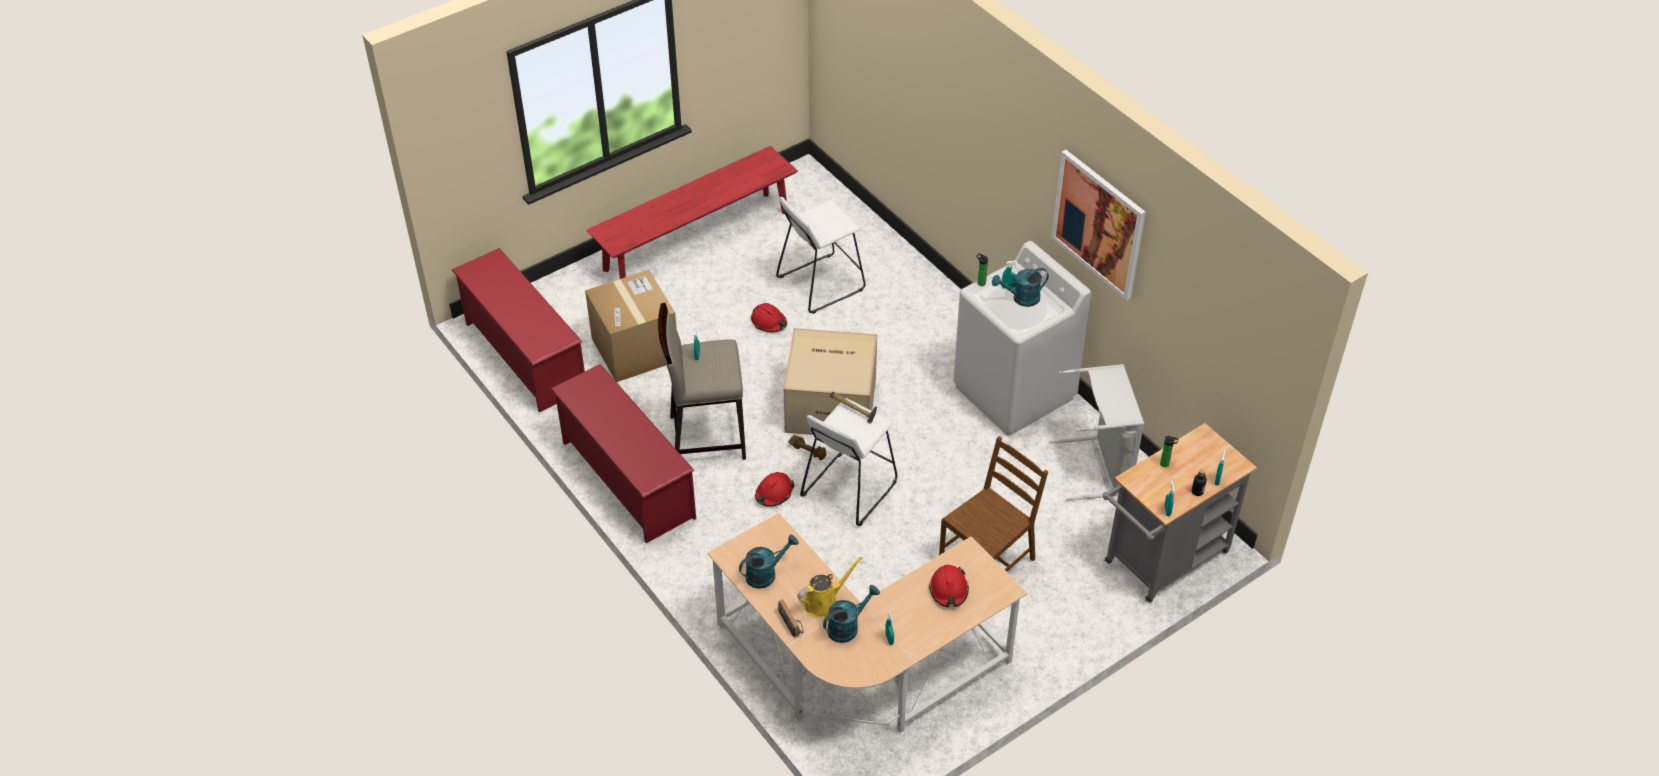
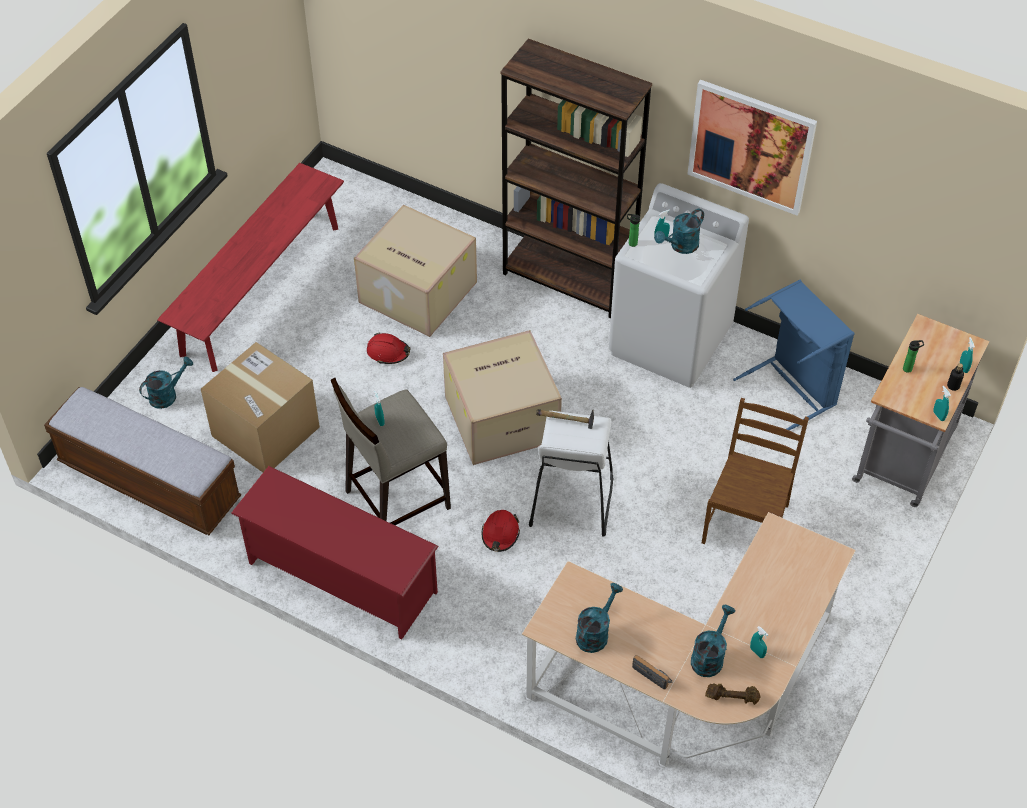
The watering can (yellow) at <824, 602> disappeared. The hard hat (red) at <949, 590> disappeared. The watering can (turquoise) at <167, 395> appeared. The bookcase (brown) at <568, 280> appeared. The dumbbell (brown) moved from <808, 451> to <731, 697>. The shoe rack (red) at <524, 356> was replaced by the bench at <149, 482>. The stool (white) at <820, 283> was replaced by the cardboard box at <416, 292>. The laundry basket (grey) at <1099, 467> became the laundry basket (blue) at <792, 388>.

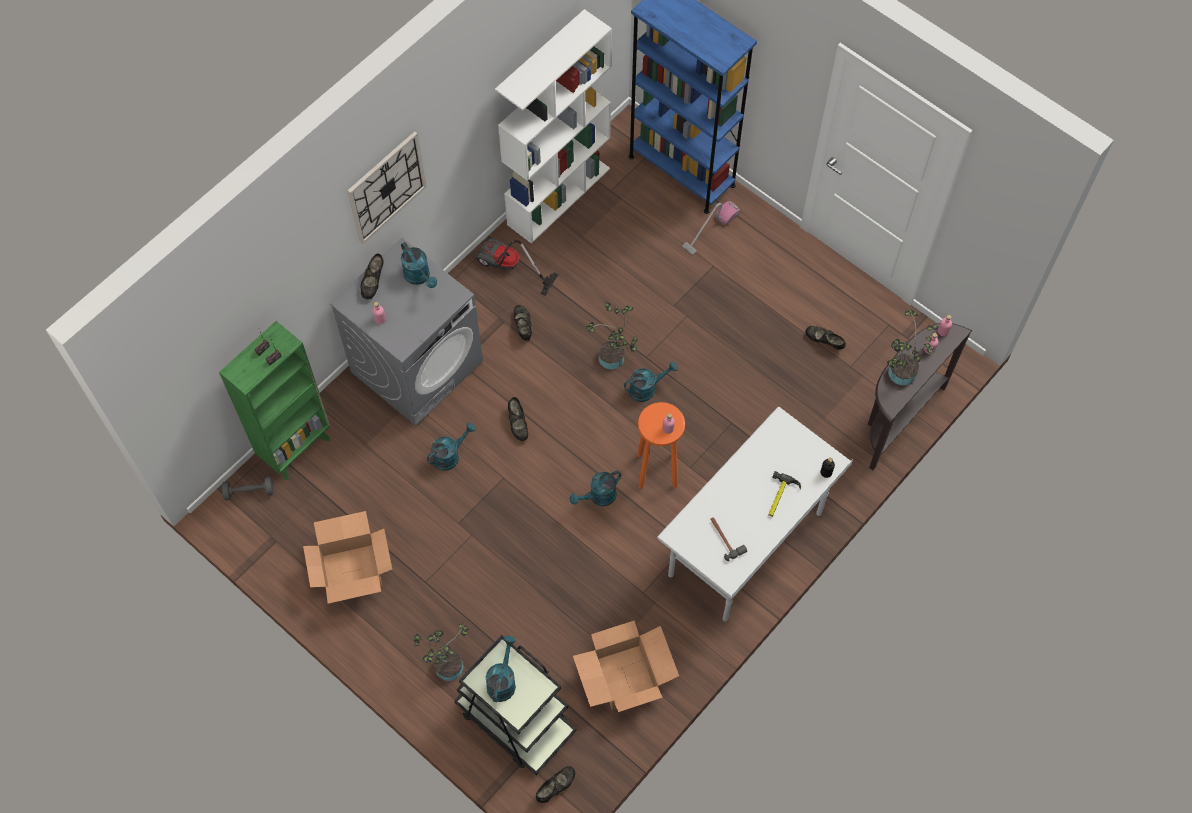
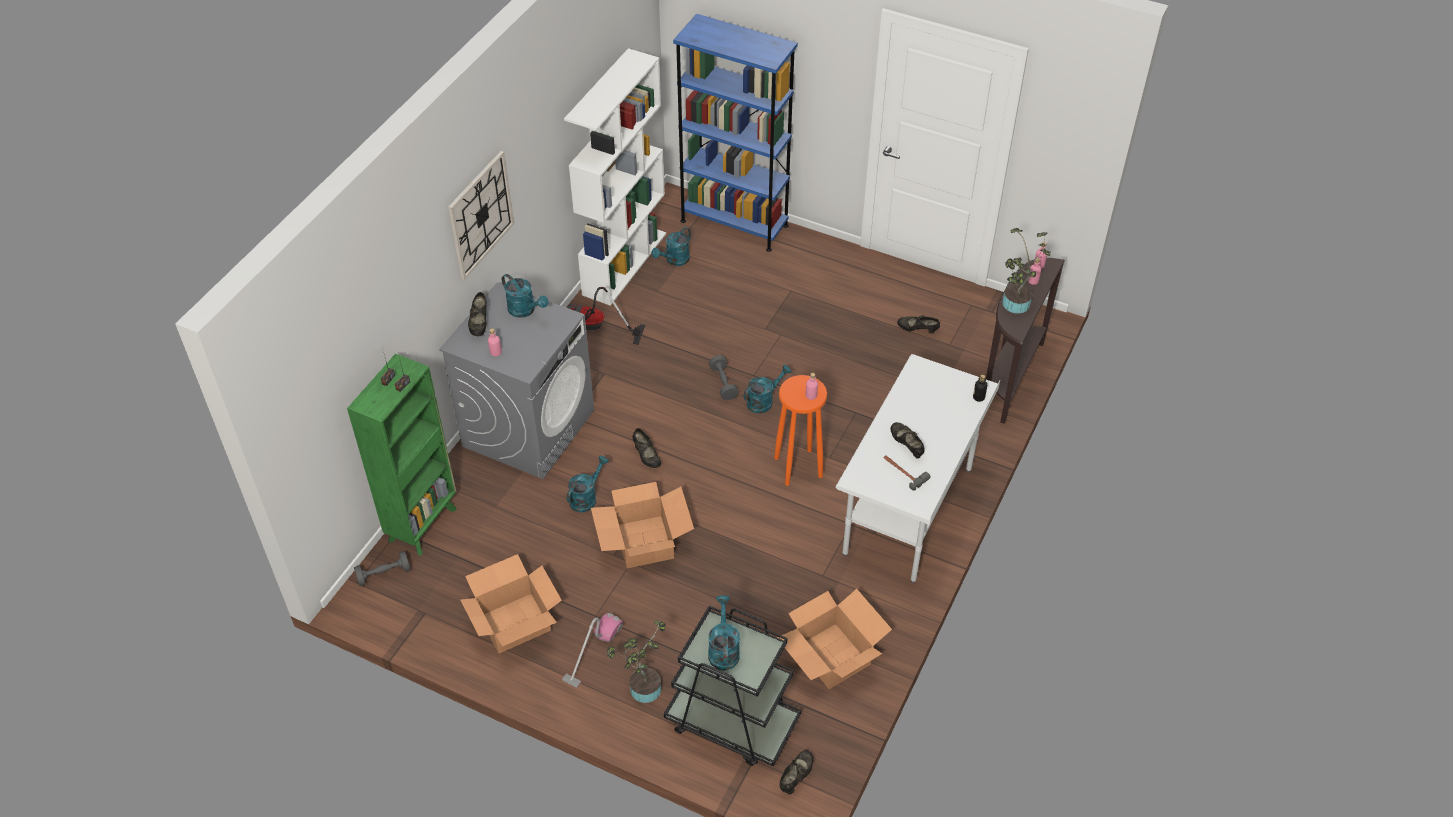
The hammer at <780, 497> disappeared. The cardboard box at <643, 542> appeared. The shoe (black) moved from <523, 327> to <906, 446>. The watering can (turquoise) moved from <598, 497> to <674, 260>. The vacuum cleaner moved from <711, 230> to <592, 652>. The potted plant at <614, 359> was replaced by the dumbbell (grey) at <723, 383>.

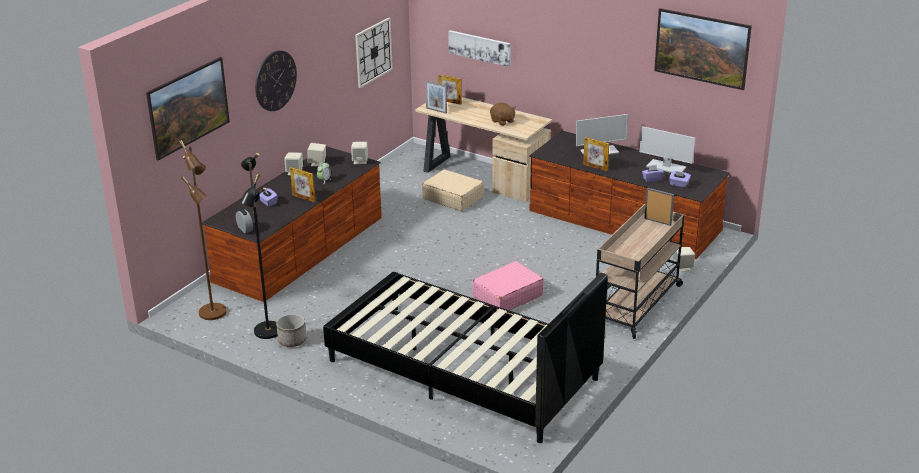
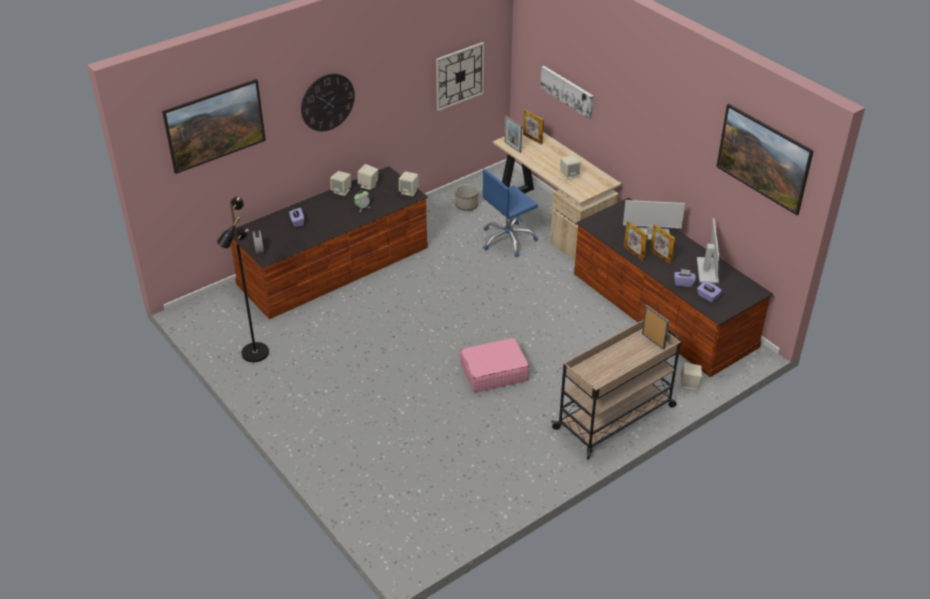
The floor lamp (brown) at <213, 312> disappeared. The bed (black) at <462, 370> disappeared. The planter moved from <292, 341> to <466, 206>. The picture frame moved from <304, 198> to <660, 257>. The suitcase (beige) at <452, 198> was replaced by the office chair (blue) at <508, 240>. The plush toy (brown) at <502, 121> was replaced by the speaker (beige) at <569, 175>. The monitor at <665, 167> turned 135 degrees counterclockwise.

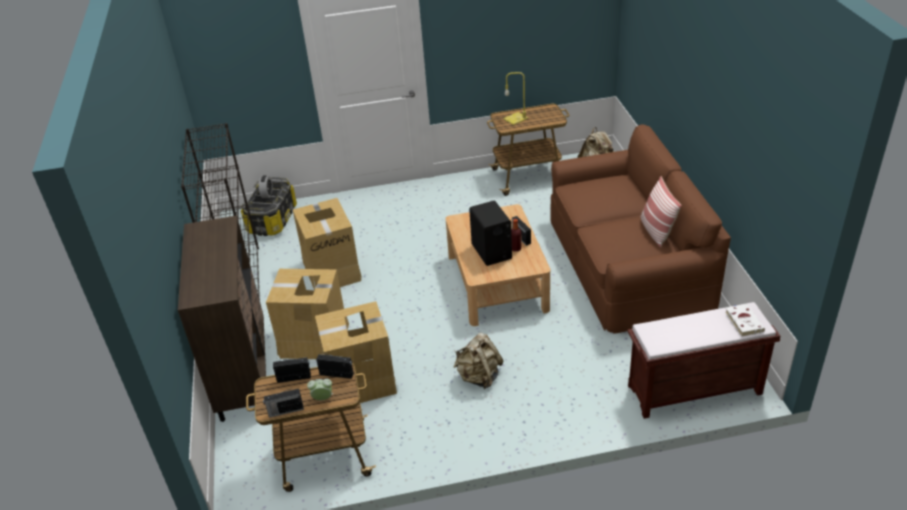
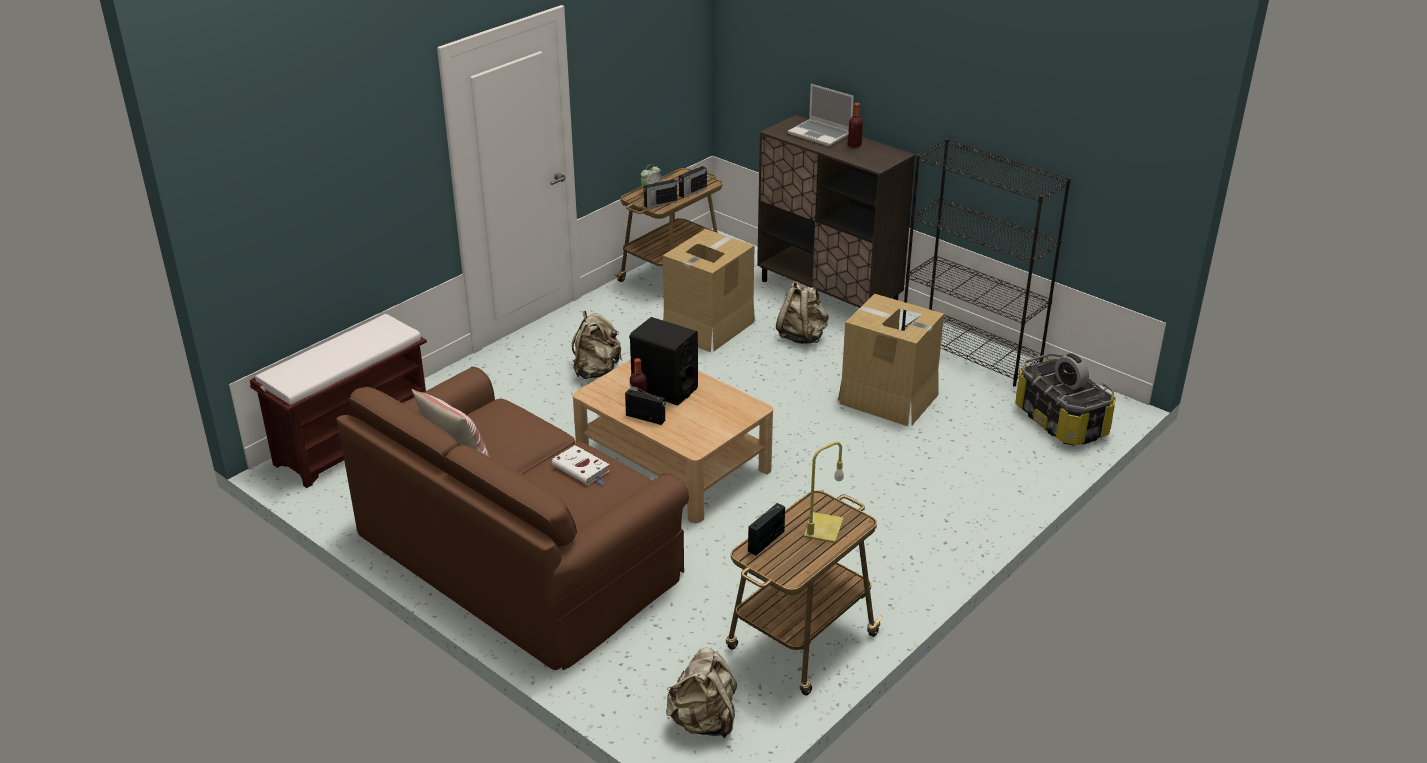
The laptop at <821, 134> appeared. The bottle at <854, 145> appeared. The radio moved from <285, 411> to <767, 541>. The book (white) moved from <743, 321> to <582, 469>. The cardboard box at <314, 340> was replaced by the backpack (beige) at <802, 336>.

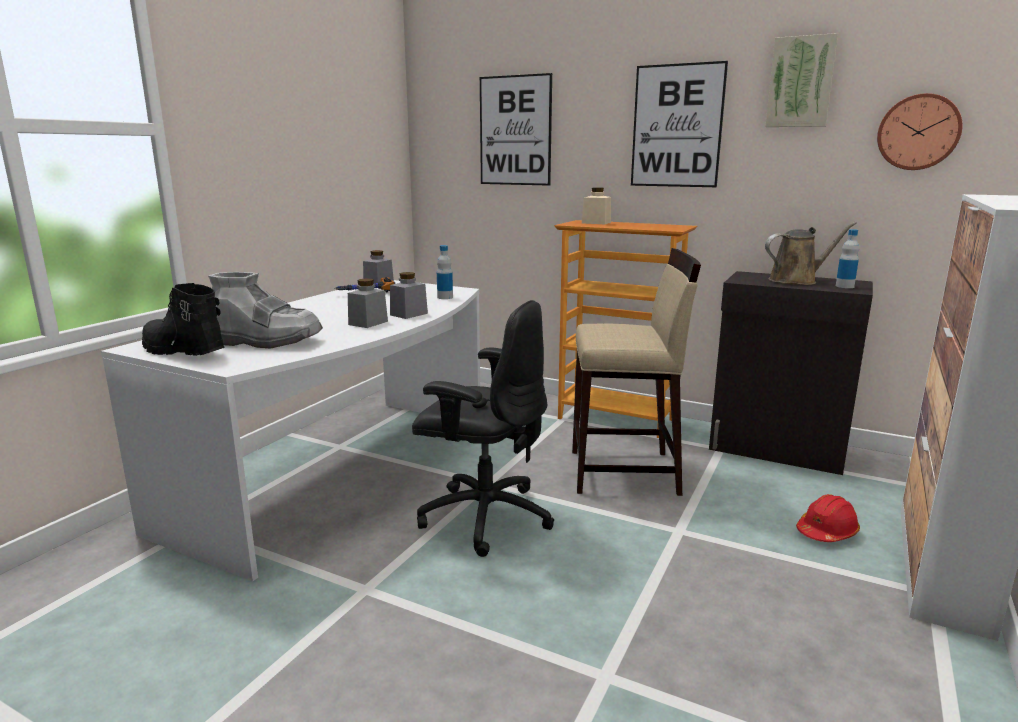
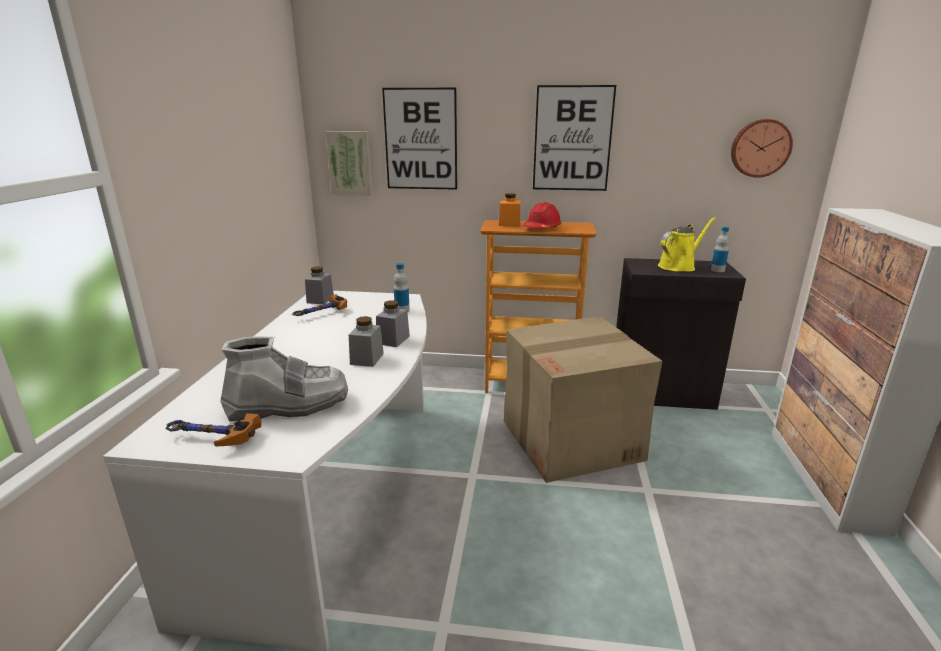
The office chair (black) at <484, 516> disappeared. The picture moved from <801, 82> to <350, 163>. The hard hat (red) moved from <827, 532> to <542, 228>. The boot (black) at <182, 351> was replaced by the hammer at <210, 439>. The stool (beige) at <625, 472> was replaced by the cardboard box at <572, 439>. The jar (beige) at <596, 223> became the jar (orange) at <509, 224>. The watering can (brown) at <796, 280> became the watering can (yellow) at <679, 266>.

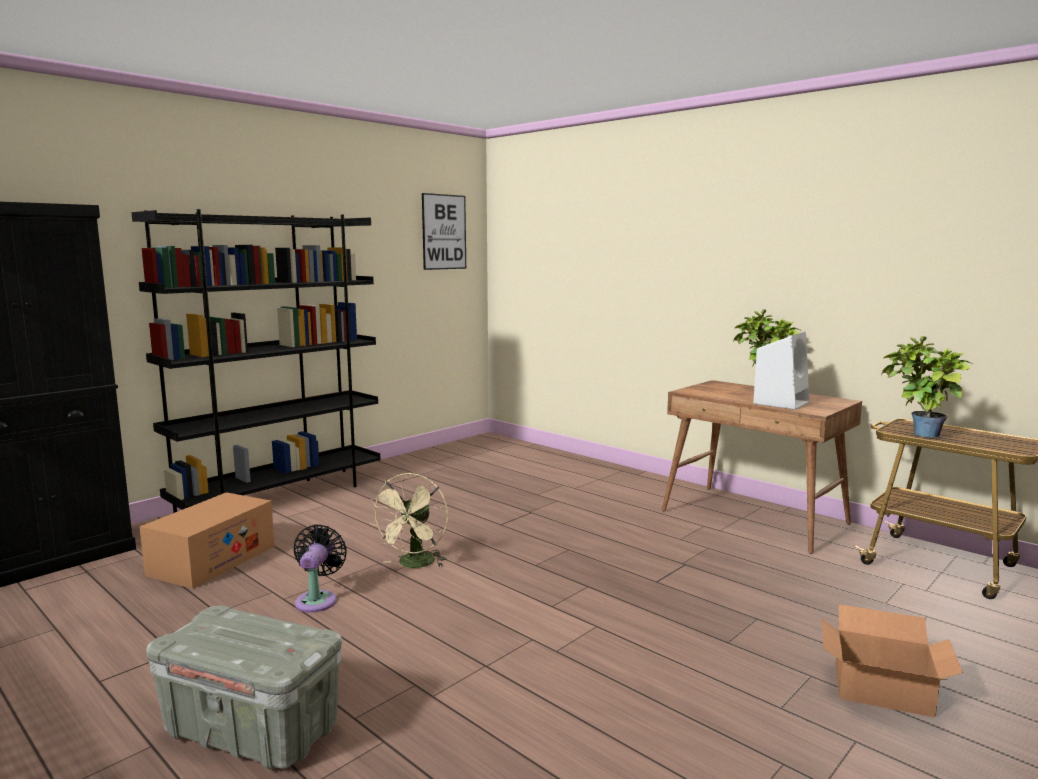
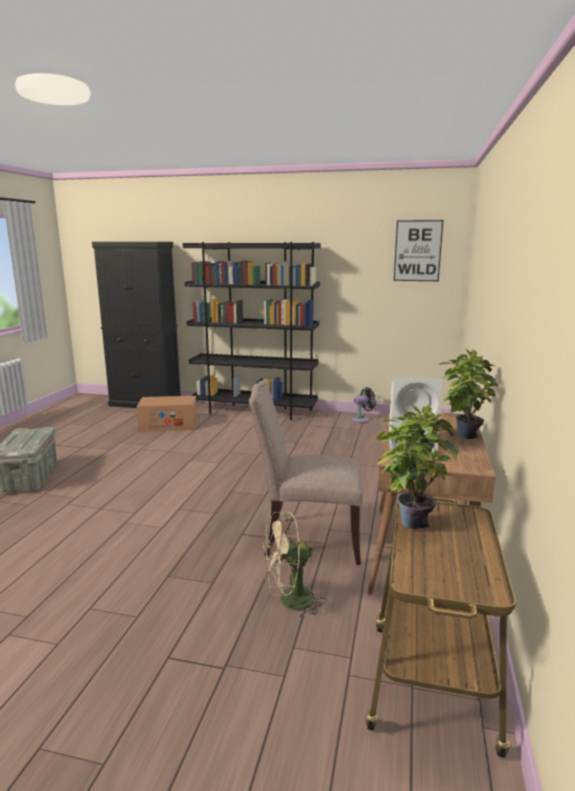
The cardboard box at <883, 690> disappeared. The chair (beige) at <308, 539> appeared. The fan (black) moved from <318, 599> to <362, 419>. The fan (beige) moved from <414, 565> to <289, 601>.

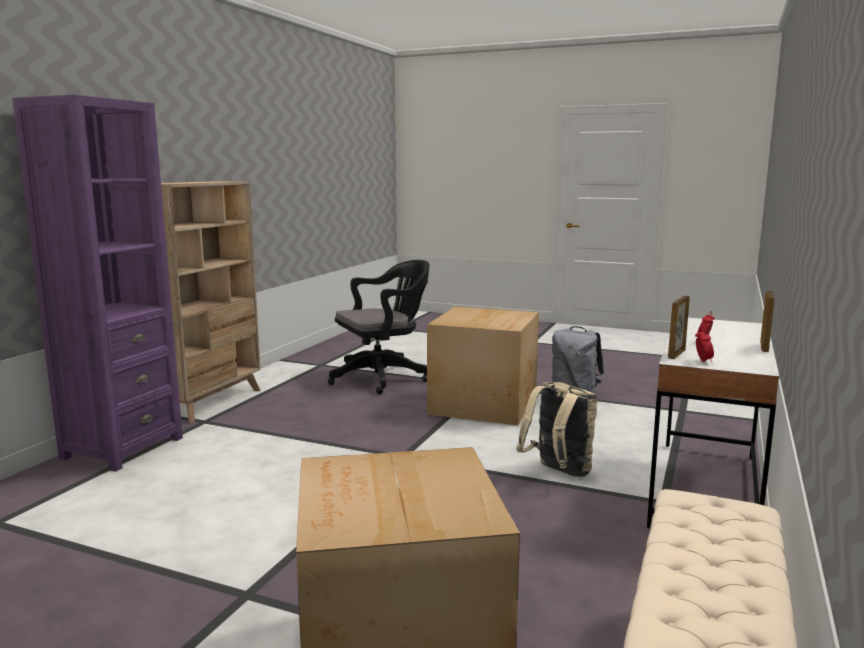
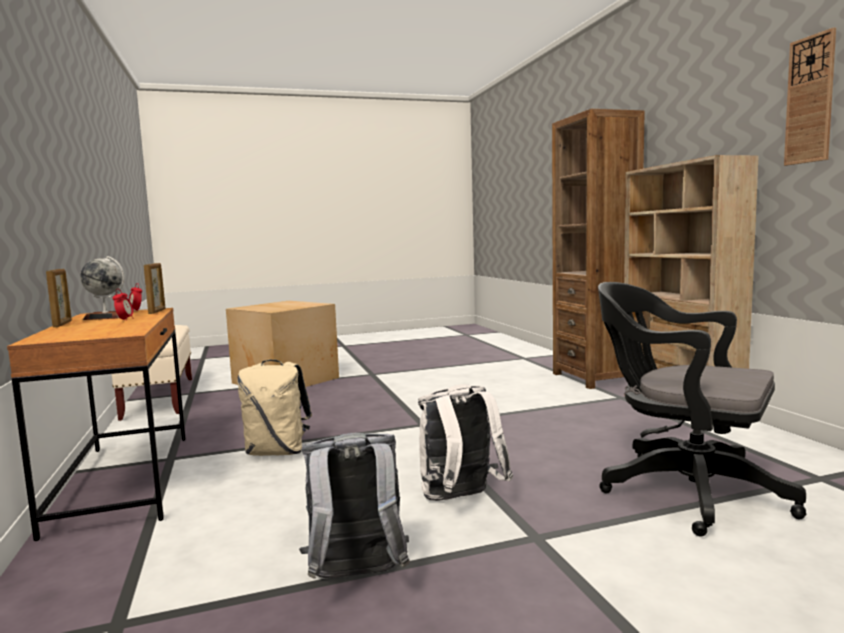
The globe at <106, 317> appeared. The wall clock at <810, 100> appeared. The cardboard box at <485, 404> was replaced by the backpack (white) at <460, 499>. The bookcase (purple) at <122, 448> became the bookcase (brown) at <594, 378>. The desk (white) at <705, 489> became the desk (brown) at <125, 480>. The office chair (black) at <383, 378> turned 105 degrees clockwise.

